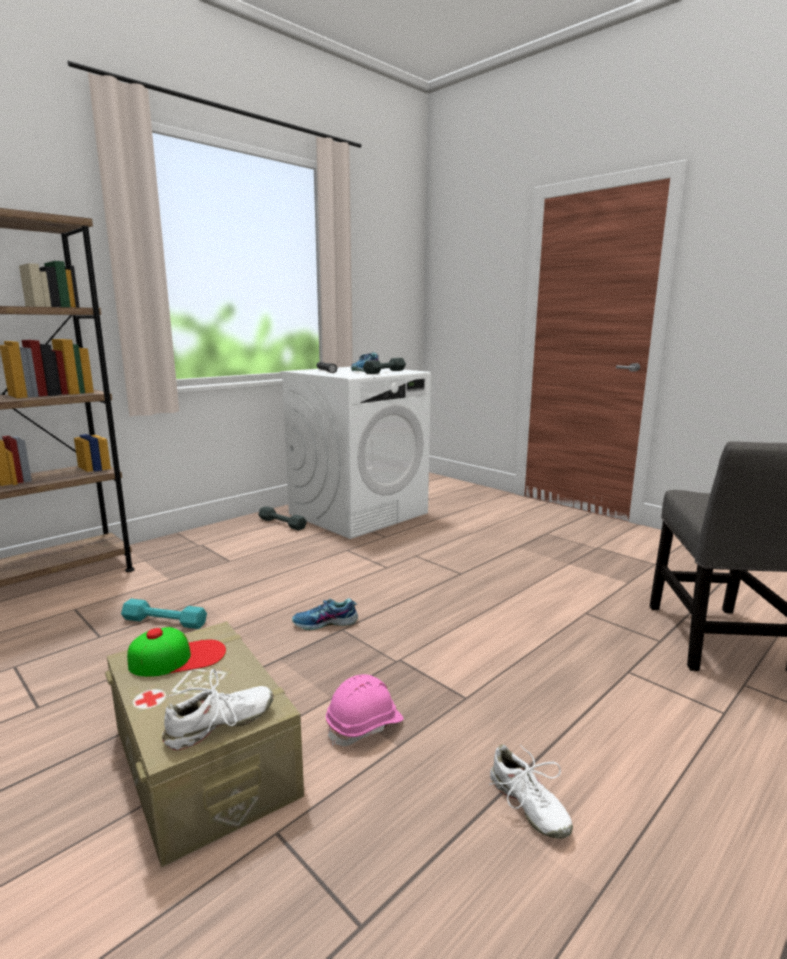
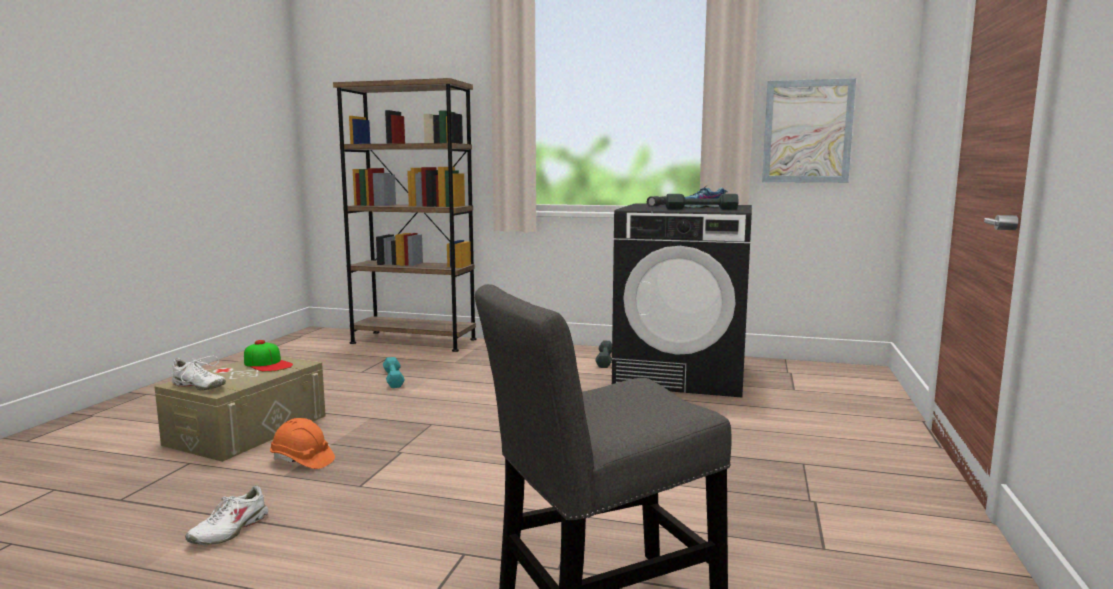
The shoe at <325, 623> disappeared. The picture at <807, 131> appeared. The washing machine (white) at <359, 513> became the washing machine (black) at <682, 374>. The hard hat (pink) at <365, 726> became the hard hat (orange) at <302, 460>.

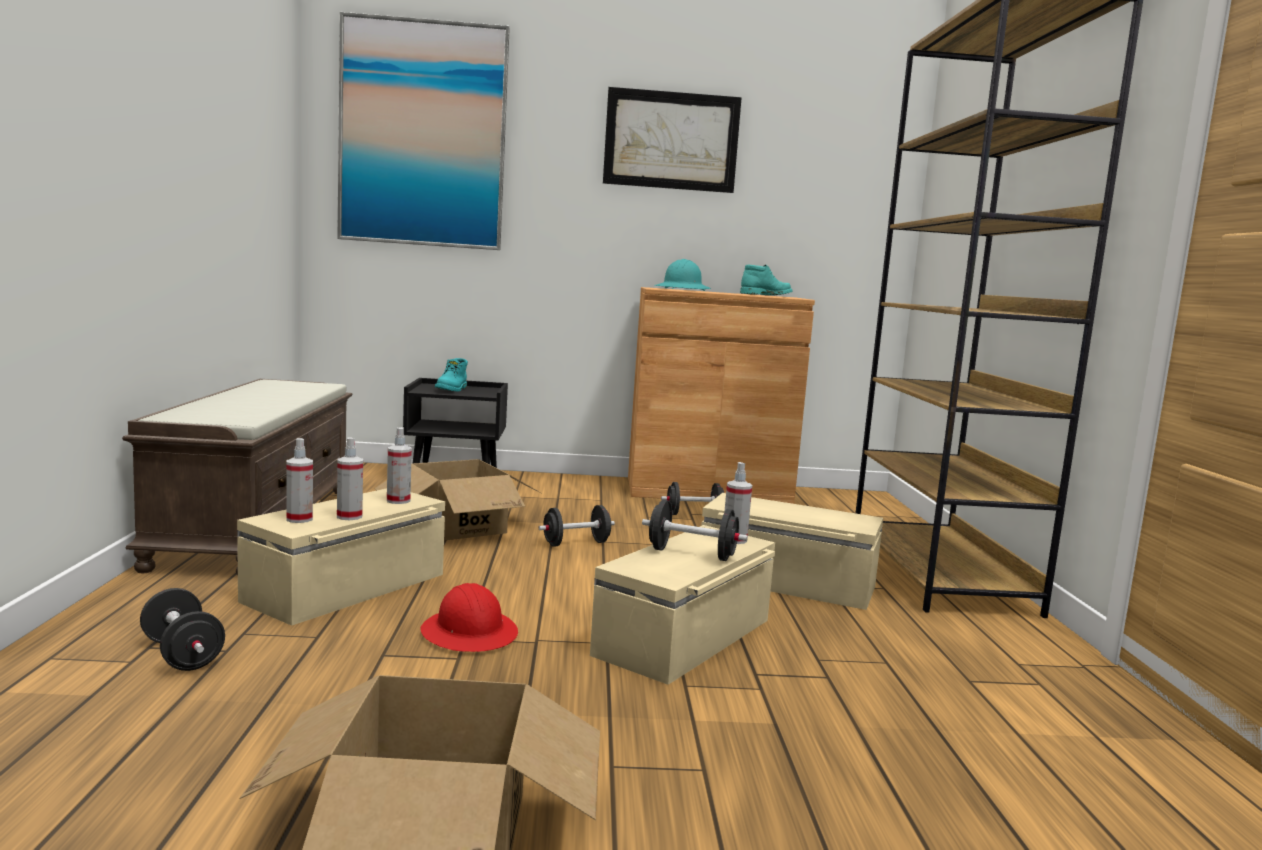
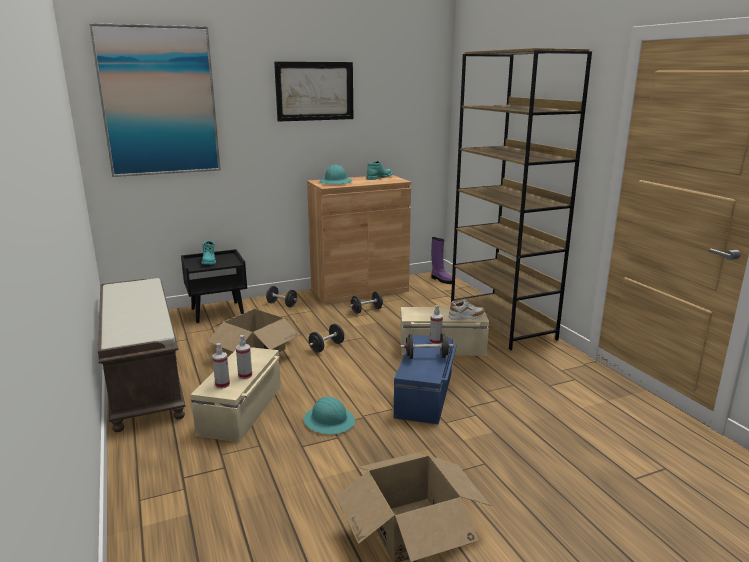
The spray bottle at <398, 501> disappeared. The boot (purple) at <441, 280> appeared. The shoe (white) at <466, 317> appeared. The dumbbell (black) moved from <182, 654> to <282, 304>. The hard hat (red) at <470, 633> became the hard hat (turquoise) at <329, 421>. The storage box (beige) at <687, 637> became the storage box (blue) at <425, 394>.

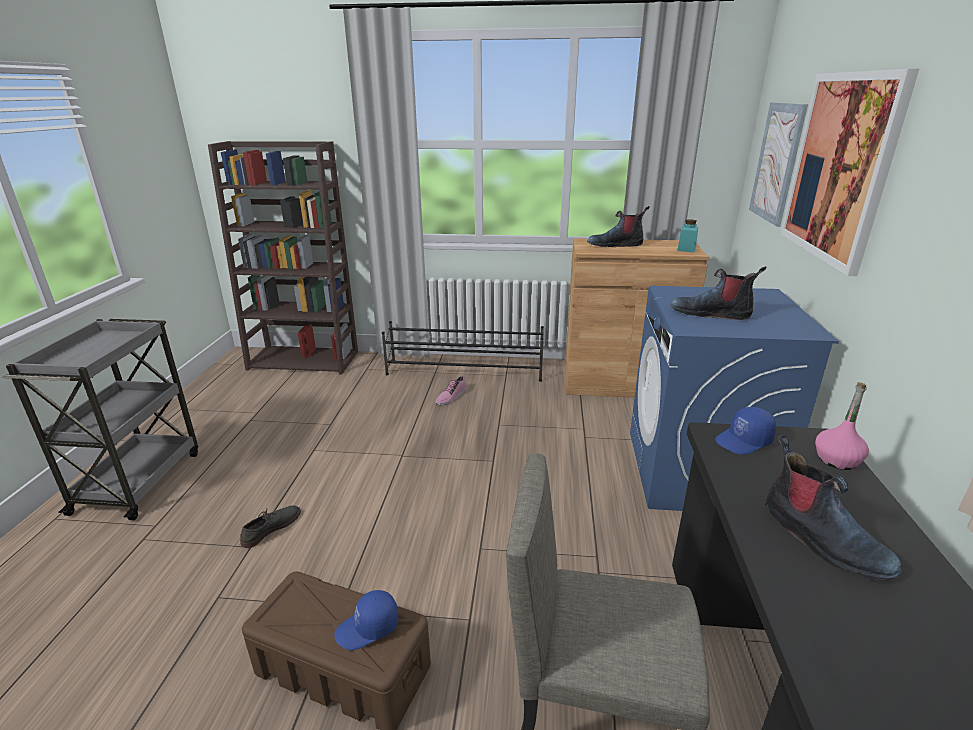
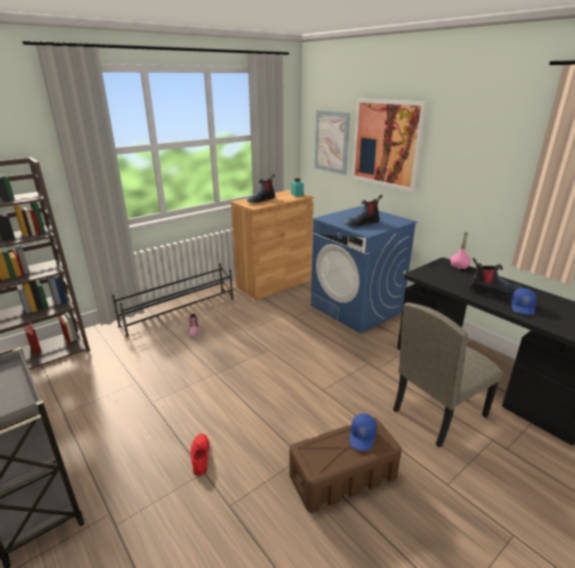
The cap (blue) moved from <744, 441> to <523, 307>. The shoe (grey) at <271, 528> became the shoe (red) at <200, 455>.

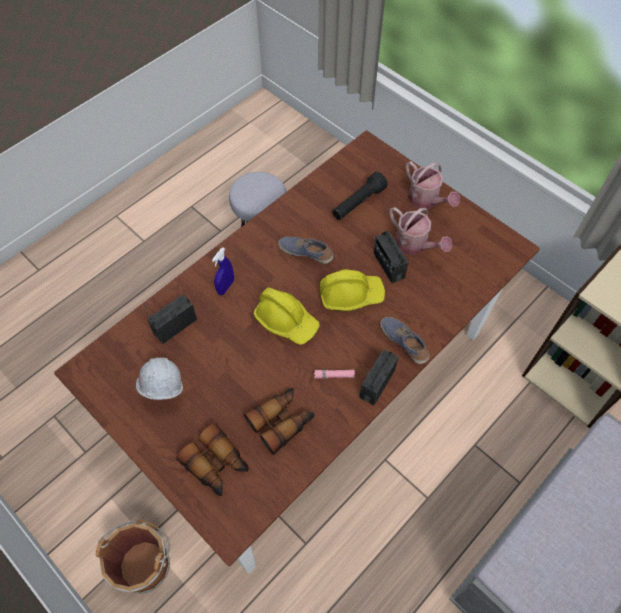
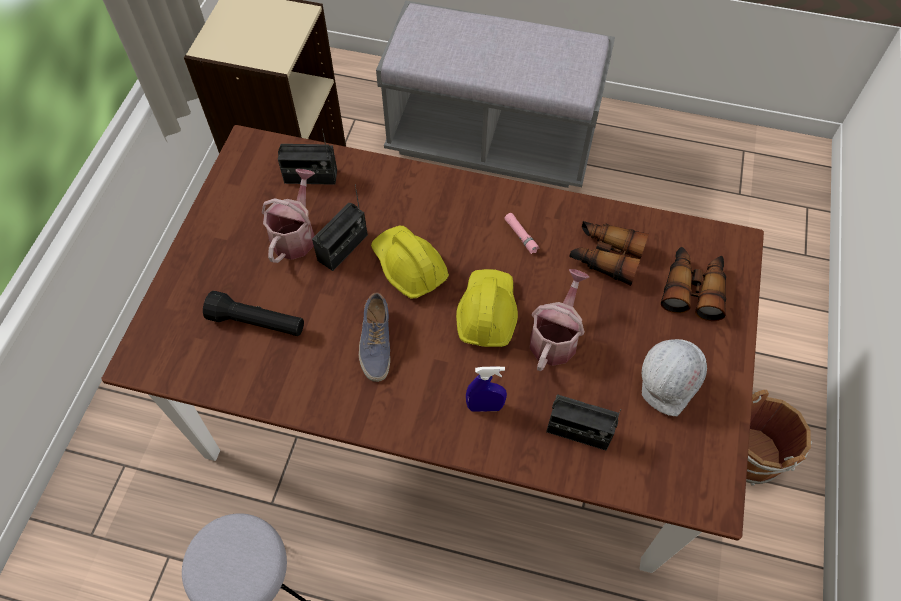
The shoe at <404, 342> disappeared. The radio moved from <377, 383> to <310, 176>. The watering can moved from <426, 200> to <555, 337>.

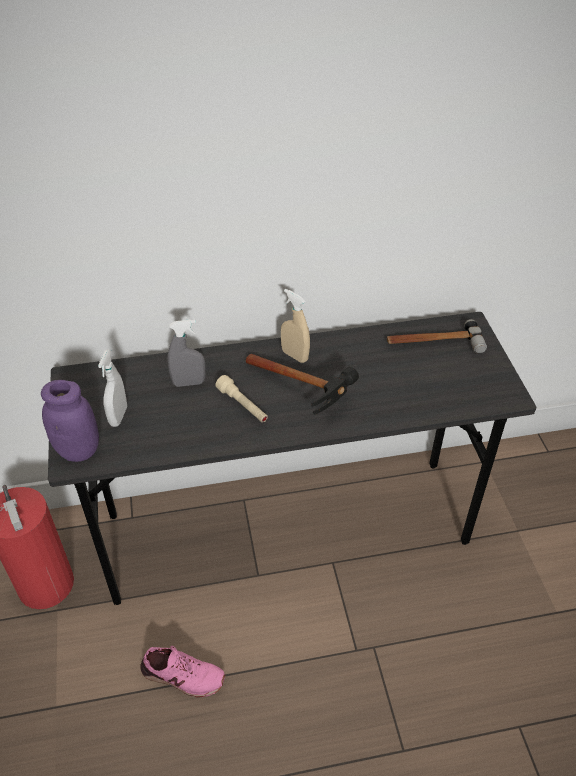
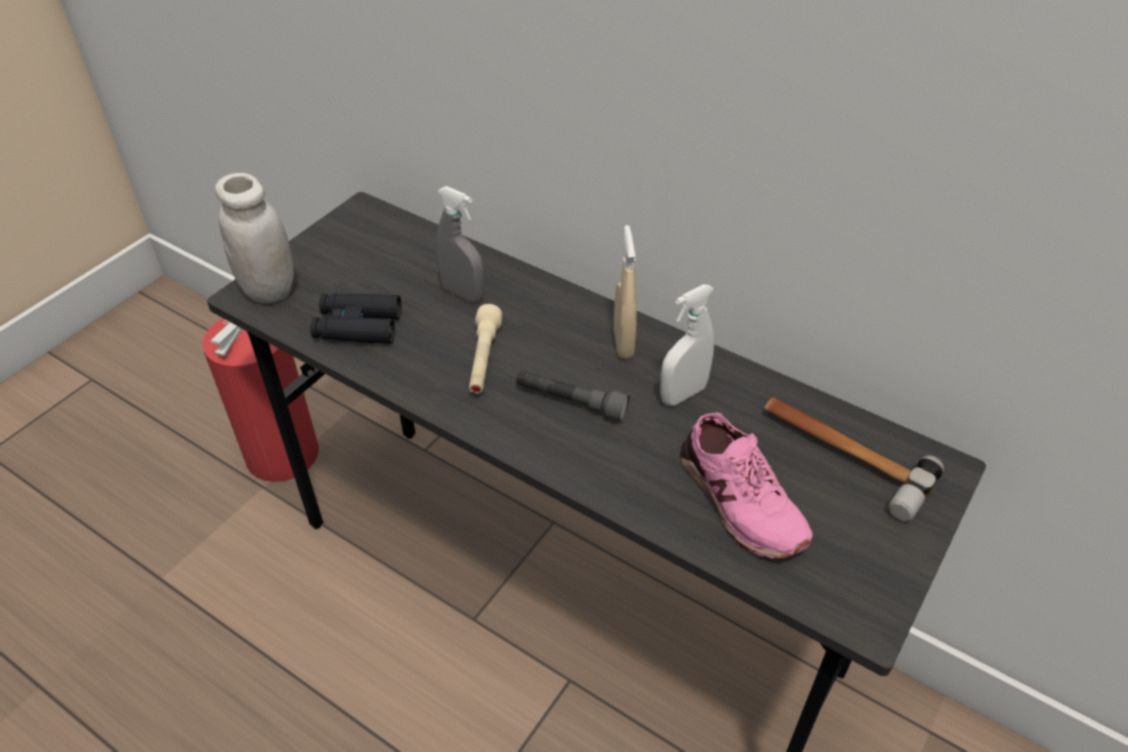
The binoculars (black) at <358, 326> appeared. The spray bottle (white) moved from <118, 416> to <683, 394>. The shoe (pink) moved from <182, 676> to <738, 501>. The hammer at <307, 396> was replaced by the flashlight (grey) at <570, 402>. The jar (purple) at <78, 450> became the jar (white) at <269, 289>.

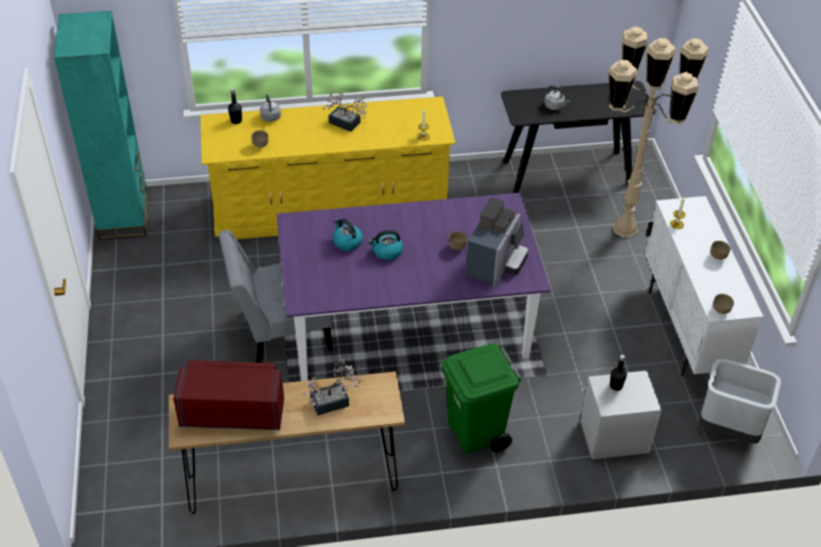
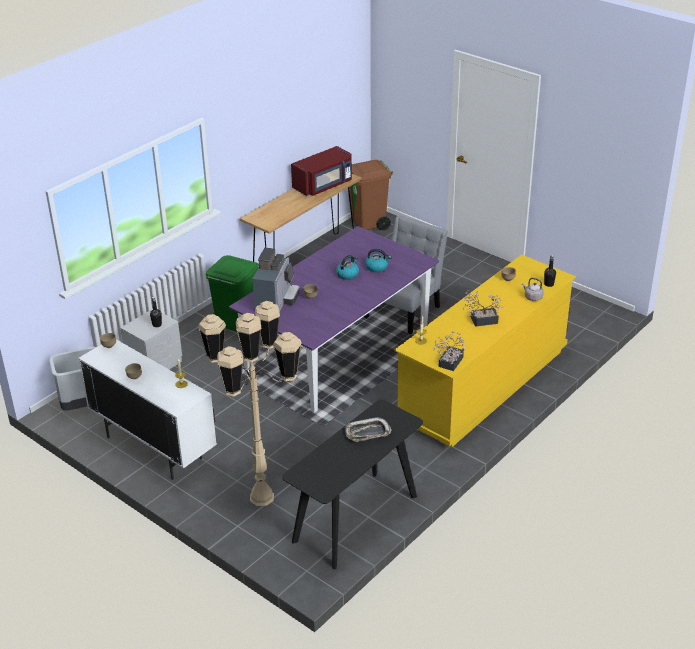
The bookcase (turquoise) at <124, 215> disappeared. The trash can (brown) at <369, 223> appeared. The potted plant moved from <334, 401> to <449, 364>. The kettle (grey) at <555, 106> was replaced by the tray at <367, 433>. The coffee machine at <496, 264> turned 150 degrees counterclockwise.

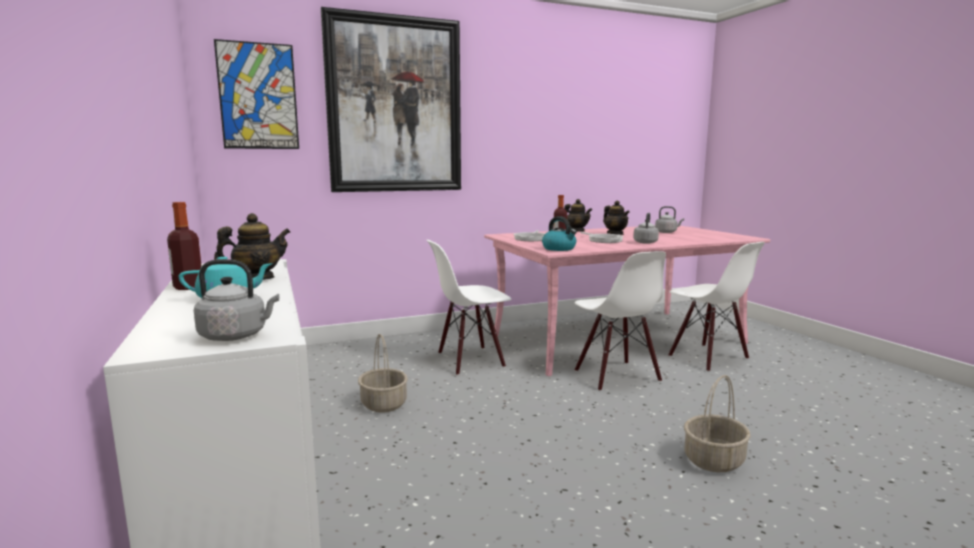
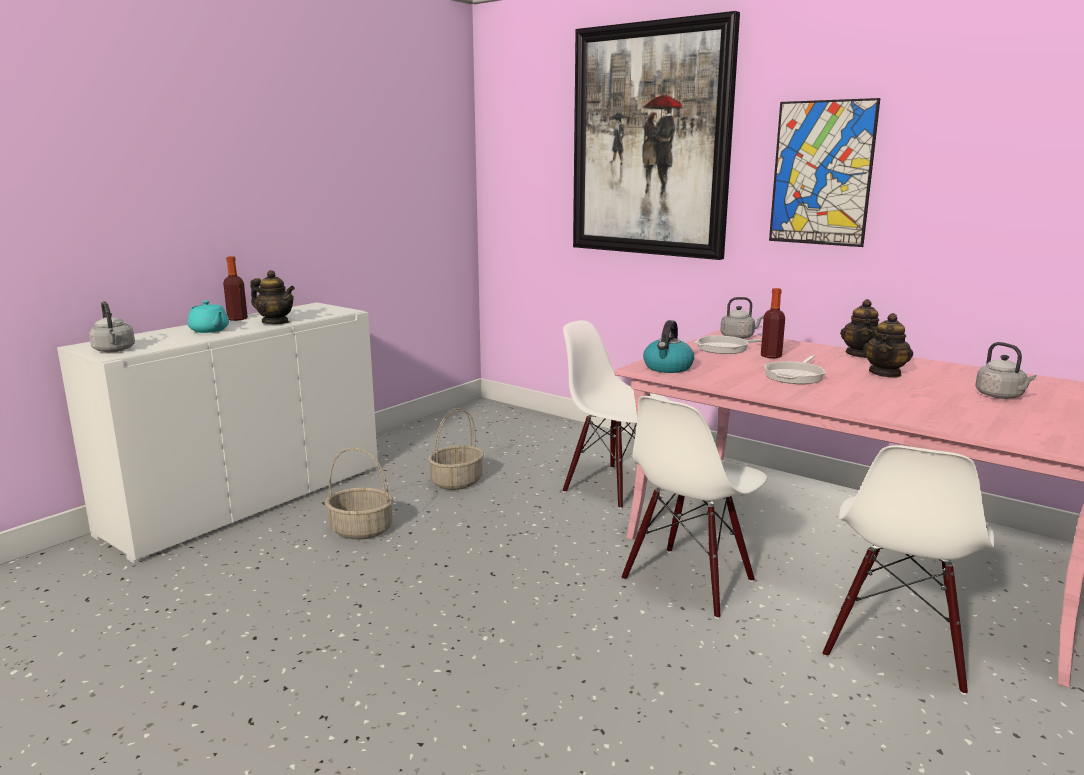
The picture moved from <258, 96> to <821, 173>. The kettle (grey) moved from <645, 242> to <739, 337>. The basket moved from <714, 460> to <360, 530>.

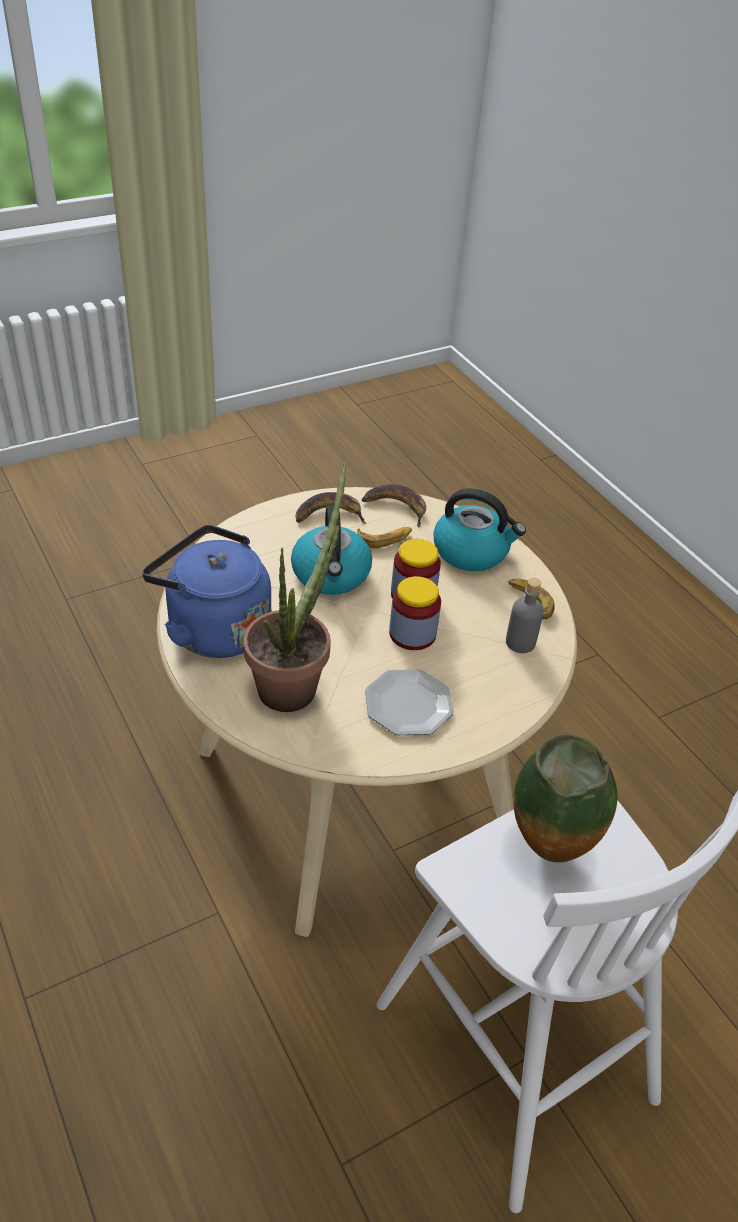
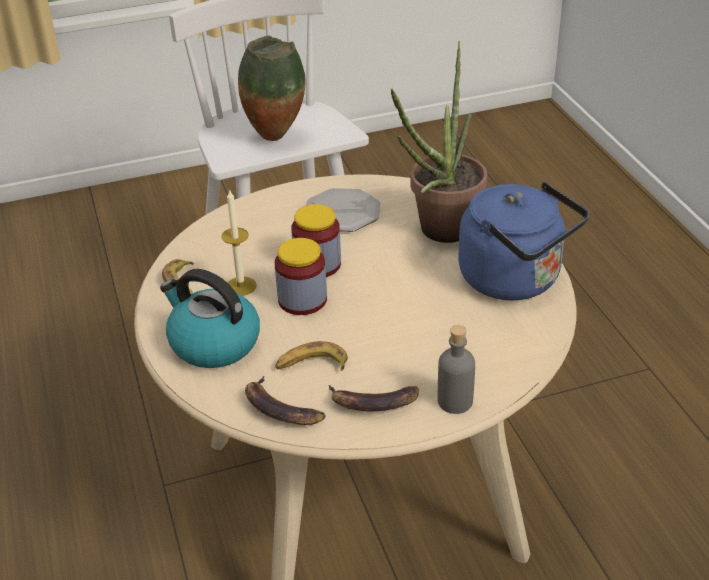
The kettle at <331, 575> disappeared. The candle at <241, 286> appeared. The bottle (grey) moved from <520, 642> to <455, 401>.

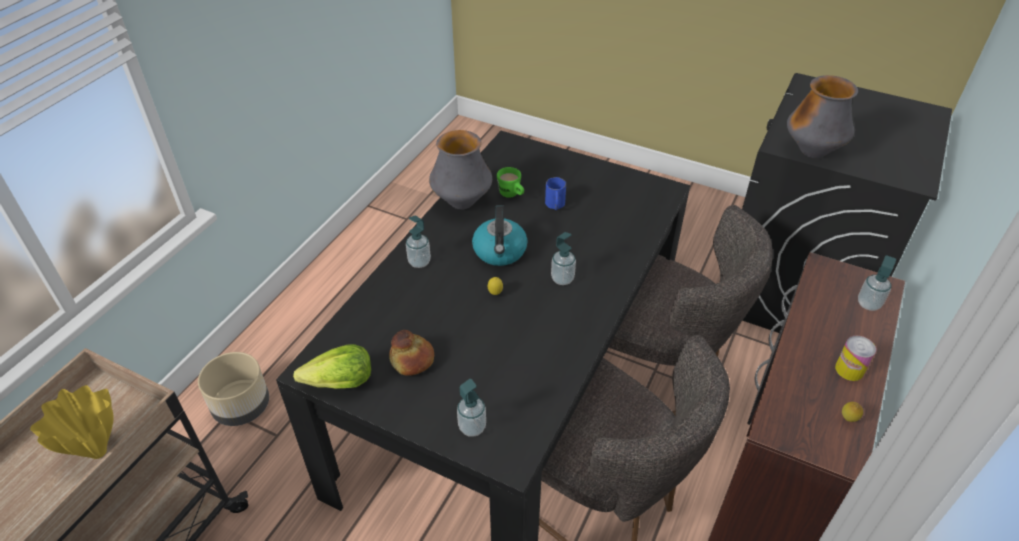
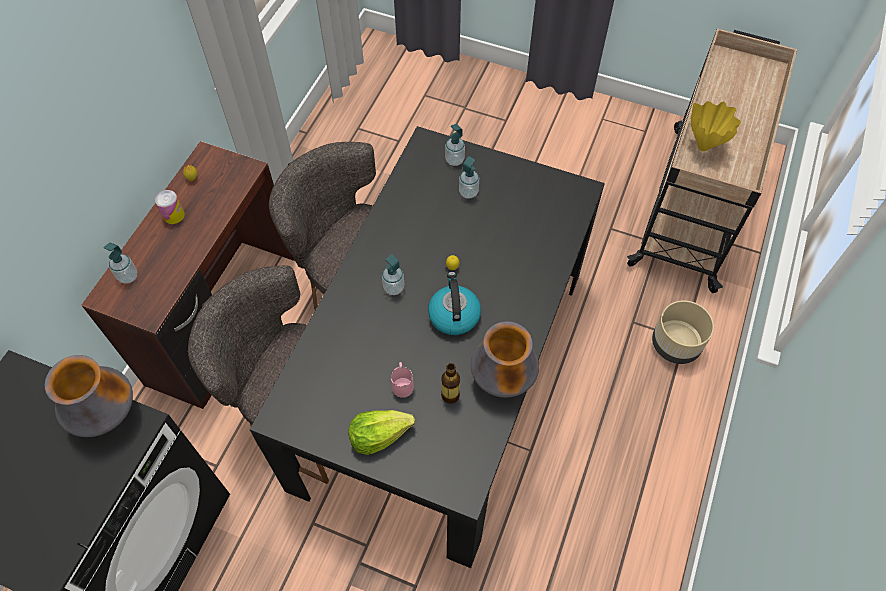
The bread at <411, 360> disappeared. The lettuce moved from <340, 383> to <379, 435>. The soap dispenser moved from <419, 262> to <468, 192>. The mug (green) at <512, 195> was replaced by the bottle at <450, 395>. The mug (blue) at <555, 205> became the mug (pink) at <402, 383>.

